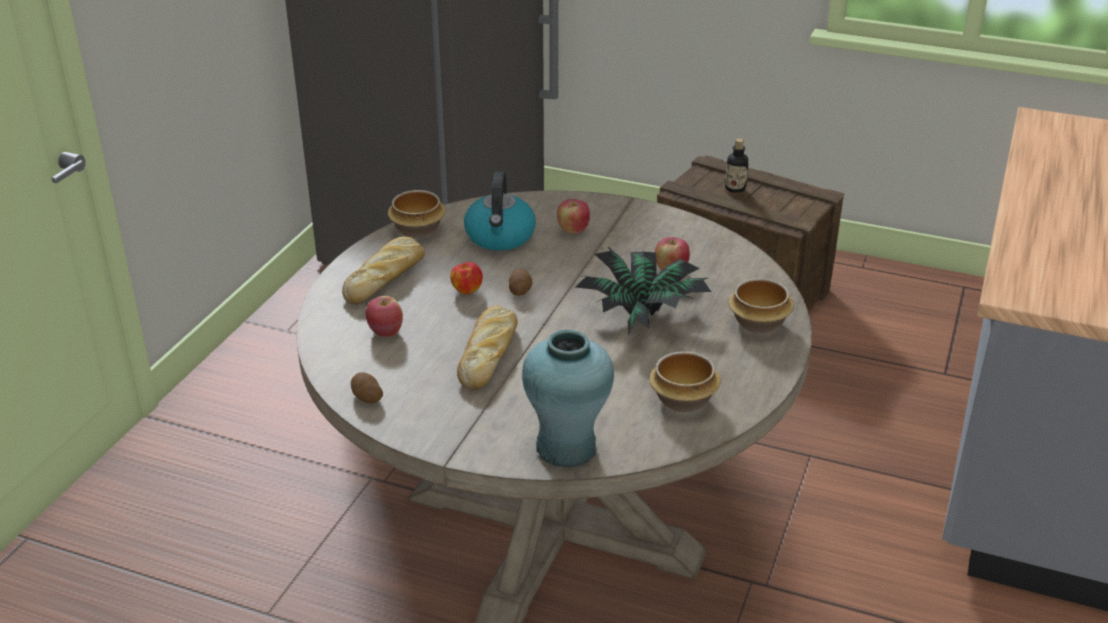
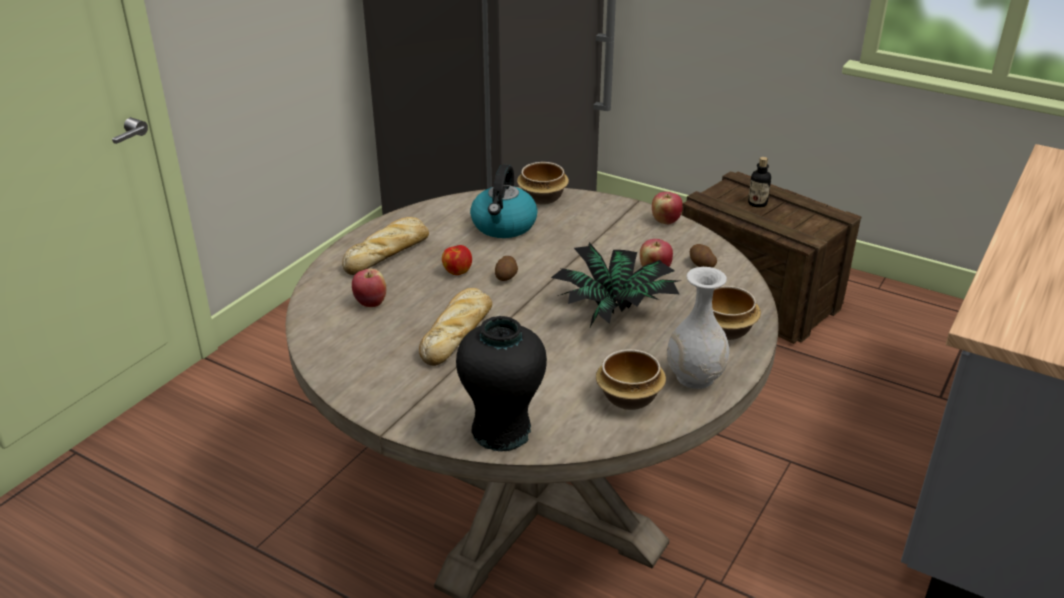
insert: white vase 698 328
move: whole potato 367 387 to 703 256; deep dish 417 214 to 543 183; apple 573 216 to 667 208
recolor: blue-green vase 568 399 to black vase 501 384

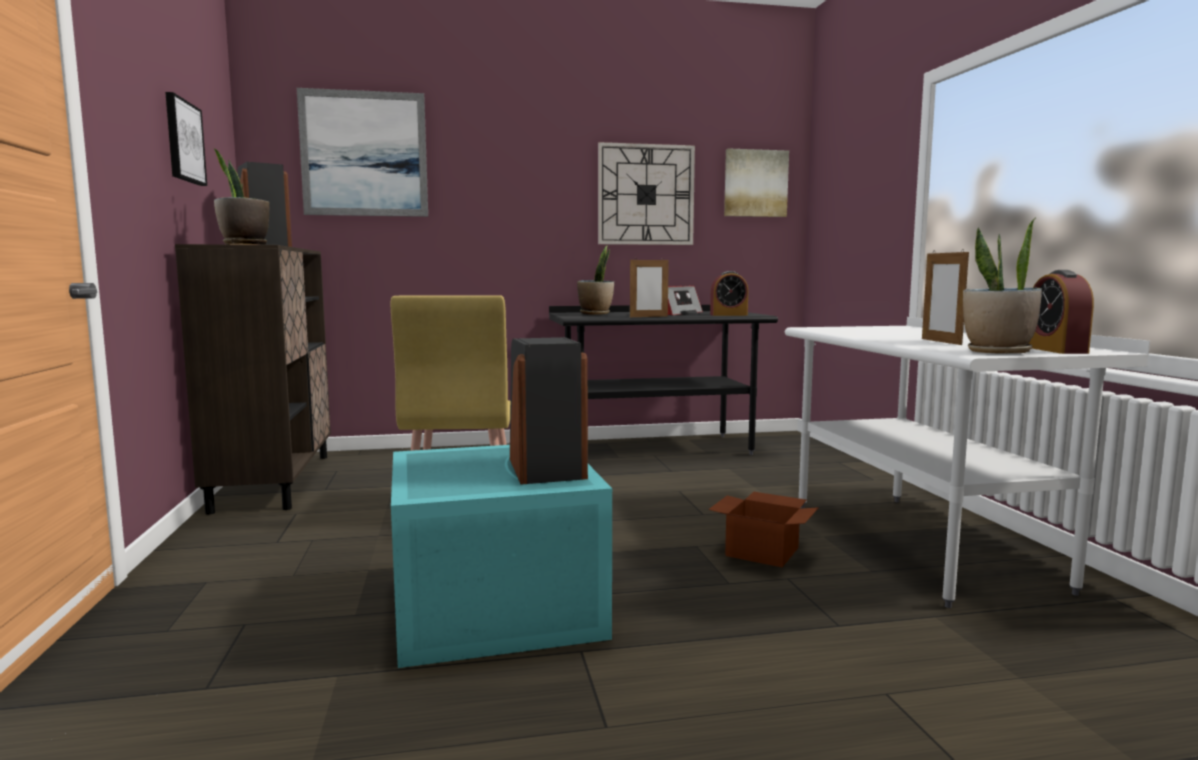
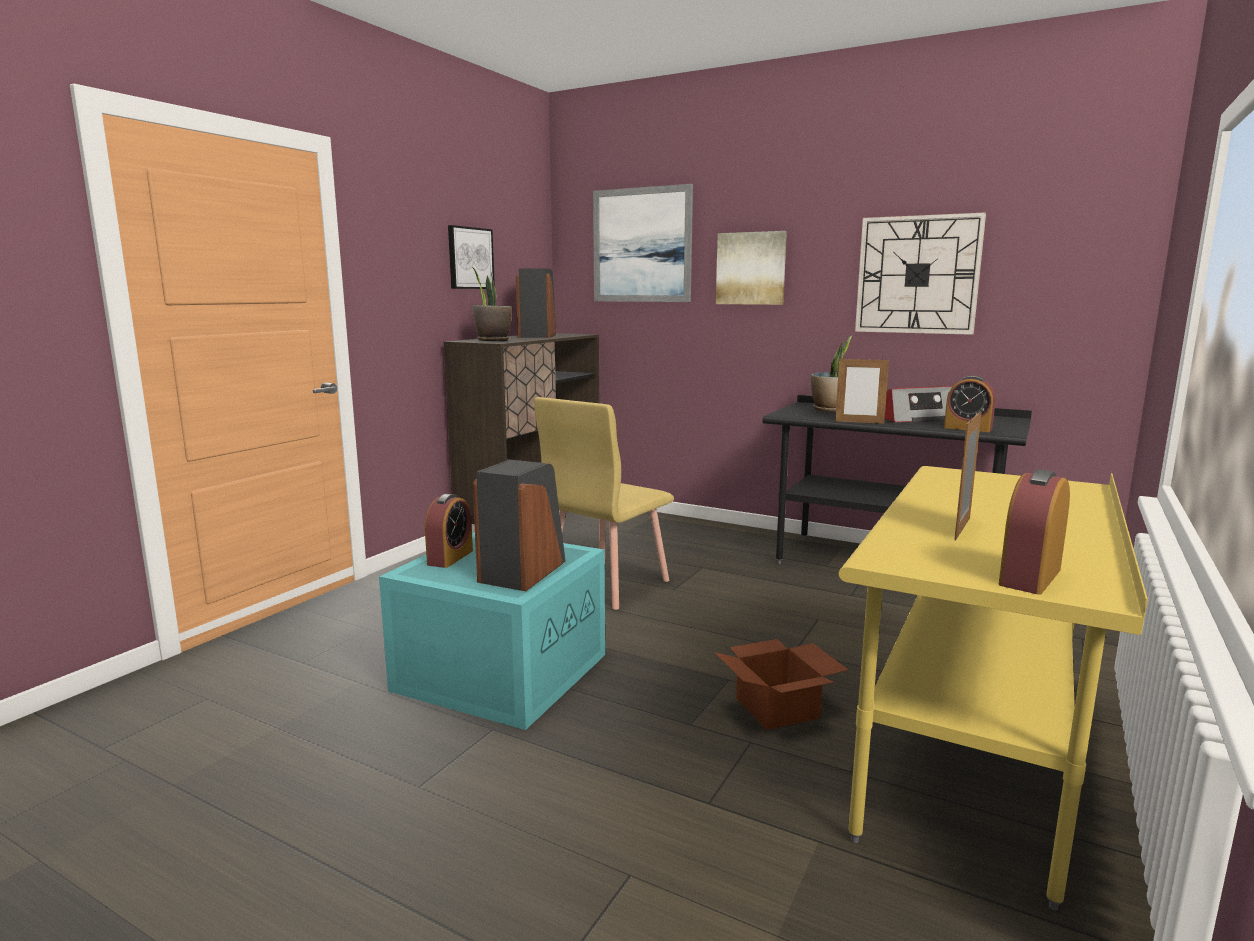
delete: potted plant 1002 285
insert: bedside clock 449 531
move: wall art 756 183 to 751 268
recolor: white desk unit 967 462 to yellowish desk unit 993 688

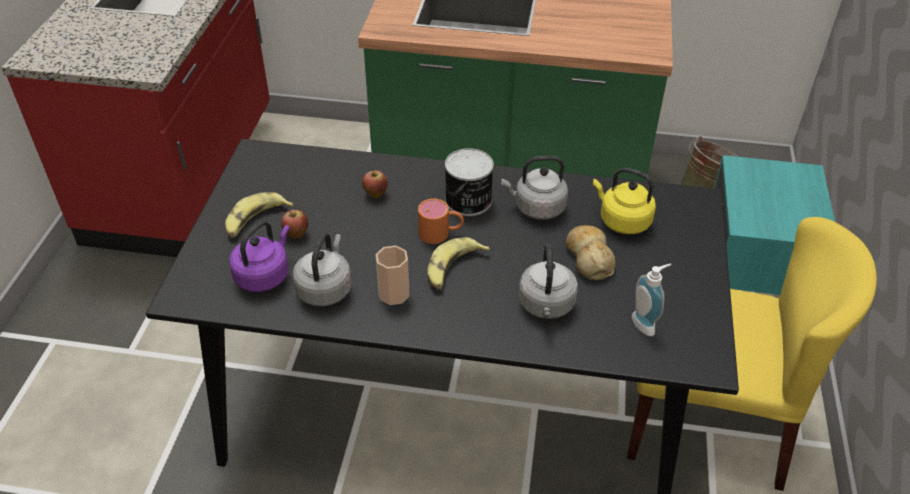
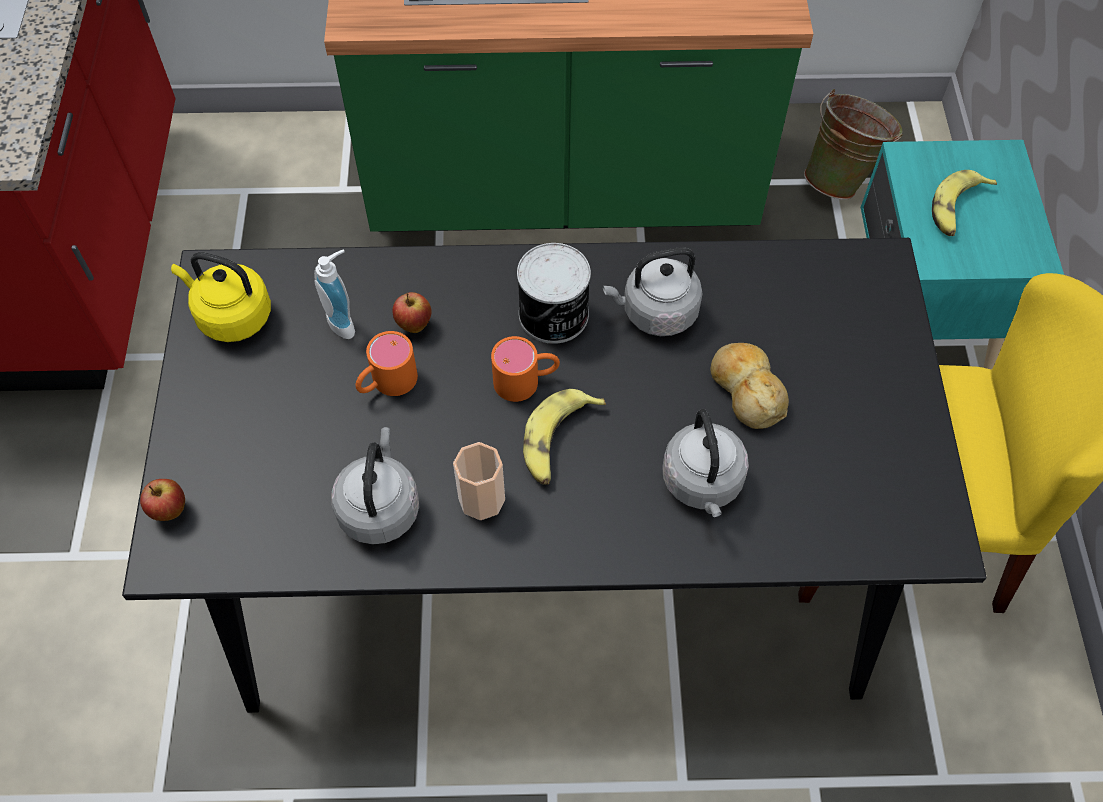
delete: purple kettle 259 256
insert: orange-coloured tea mug 387 363
move: banana 259 215 to 964 203; apple 294 223 to 162 500; yellowish kettle 624 201 to 221 297; liquid soap bottle 651 300 to 334 294

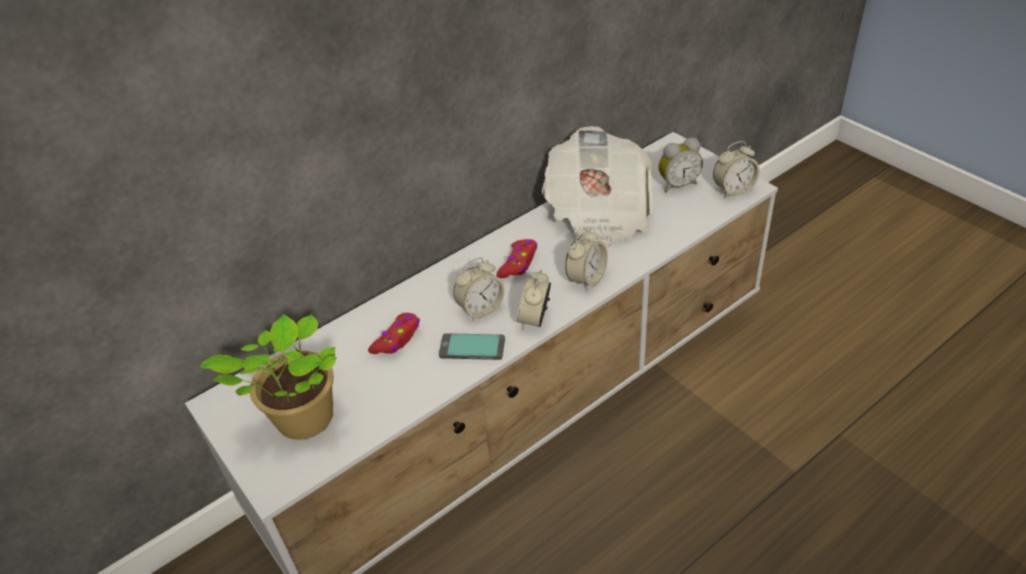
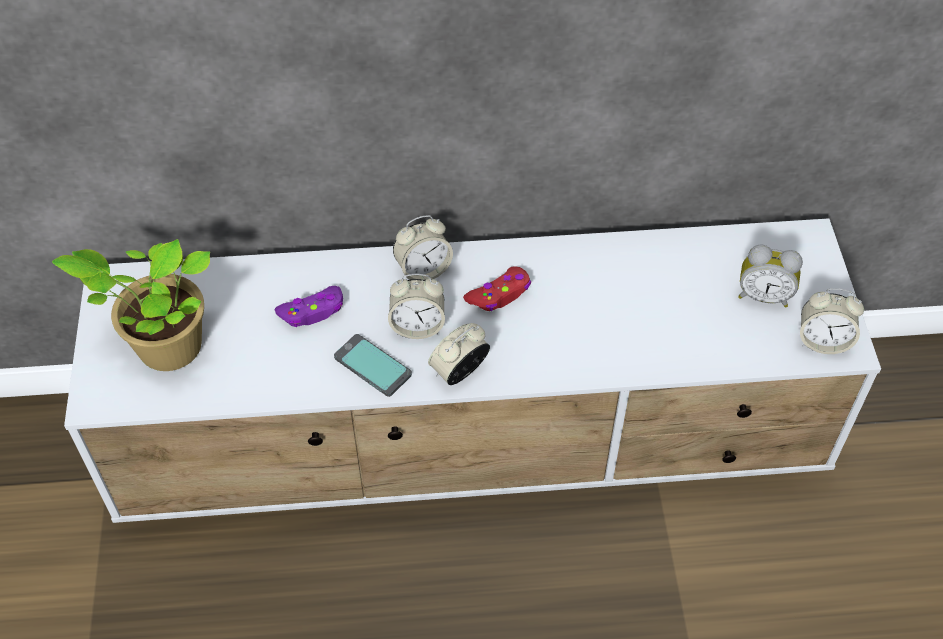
delete: daily paper 597 187
move: bedside clock 586 259 to 423 247
recolor: red-coloured gamepad 394 333 to purple gamepad 309 306

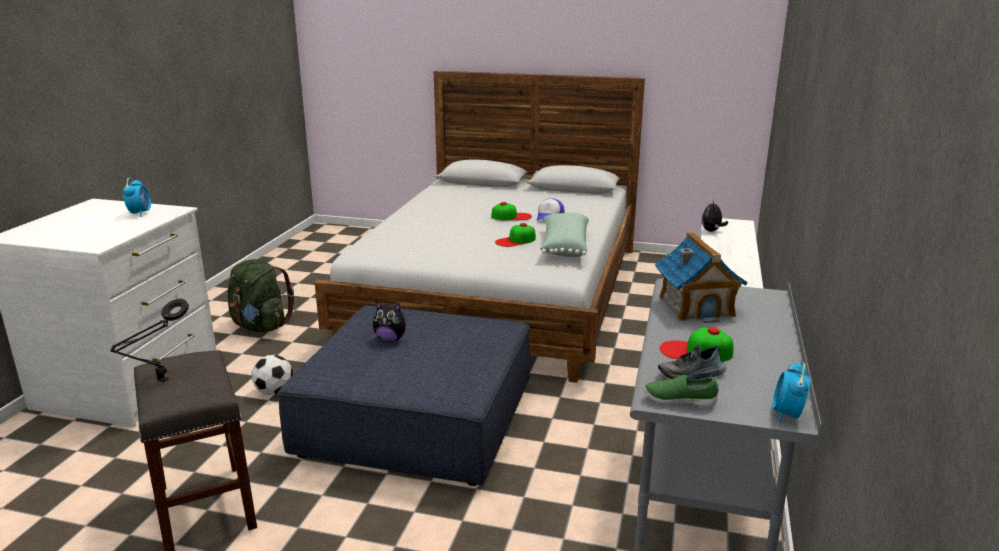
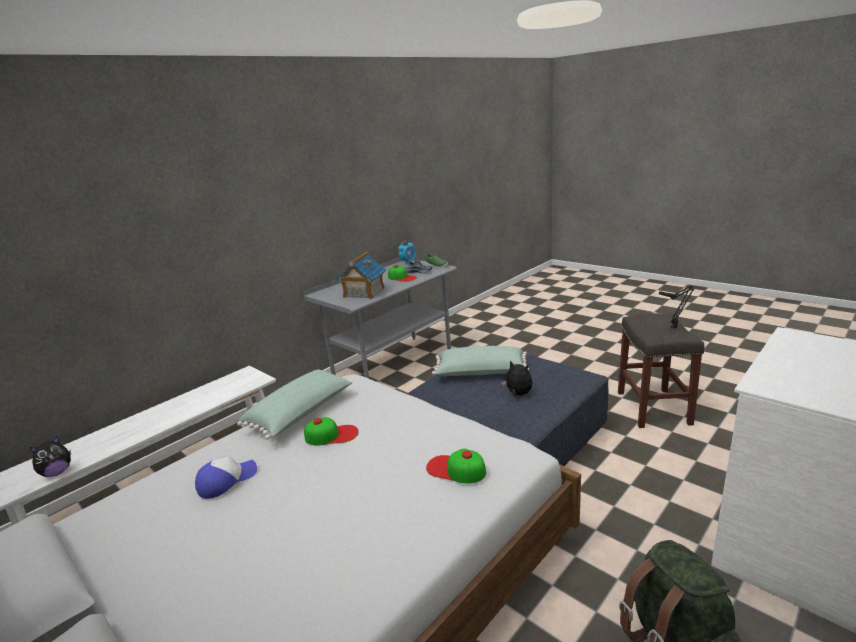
delete: bedside clock 137 197; football ball 272 375
insert: green-coloured cushion 480 361
move: peaked cap 512 211 to 456 466

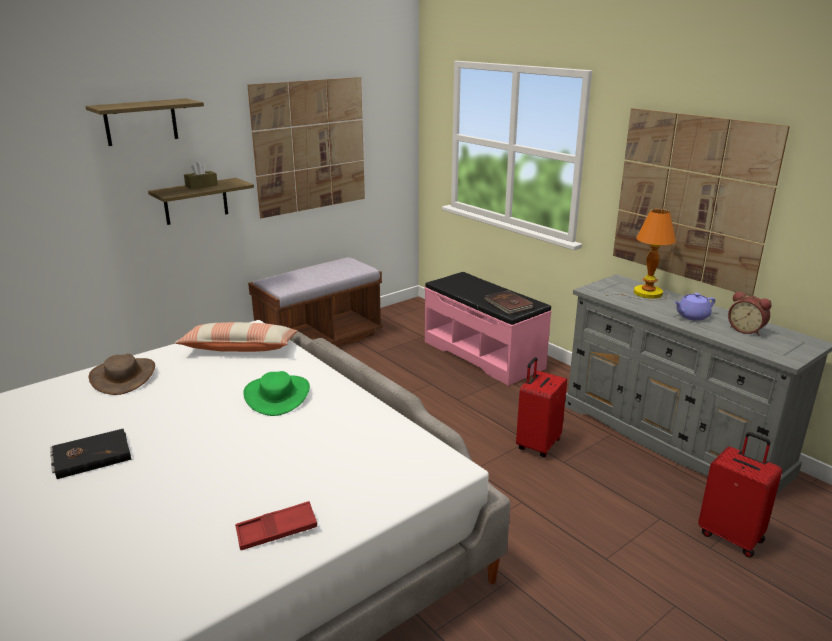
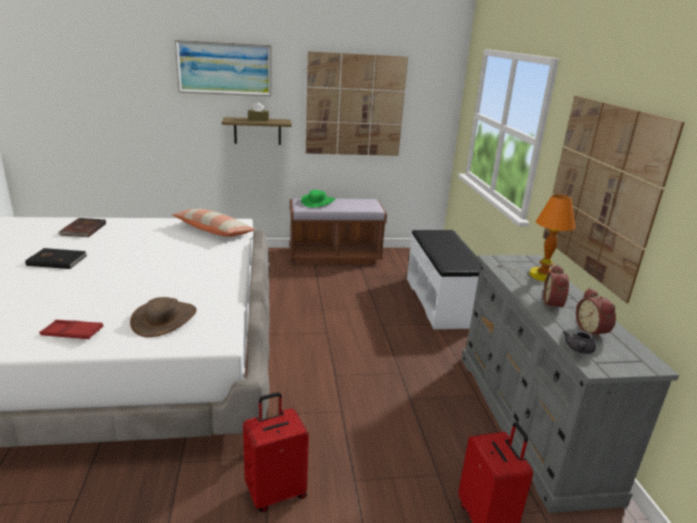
insert: gray teapot 579 342
move: brownish hat 122 374 to 163 317; green-coloured hat 276 393 to 318 199; brownish volume 509 302 to 82 227; red-coloured piece of luggage 541 407 to 276 452
replace: shelf 144 122 to wall art 223 68; purple teapot 694 307 to bedside clock 556 287
recolor: pink bench 488 329 to white bench 444 279

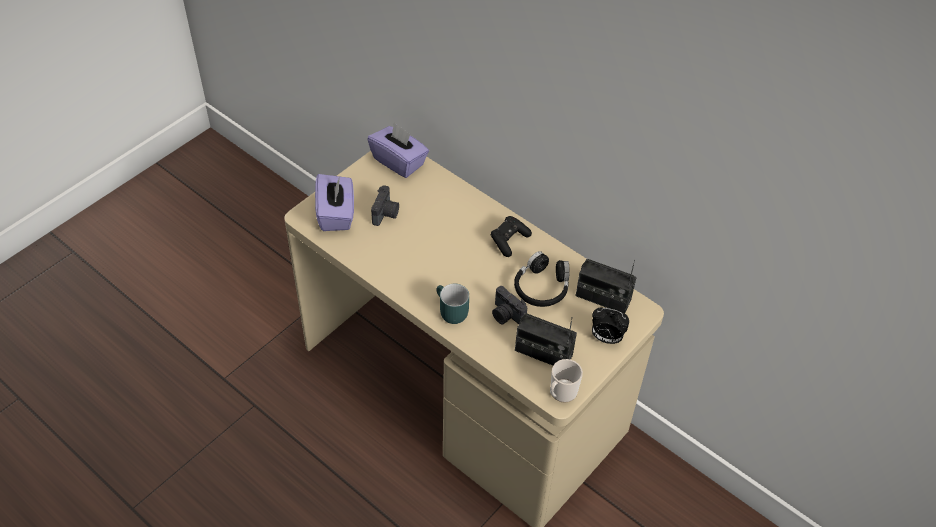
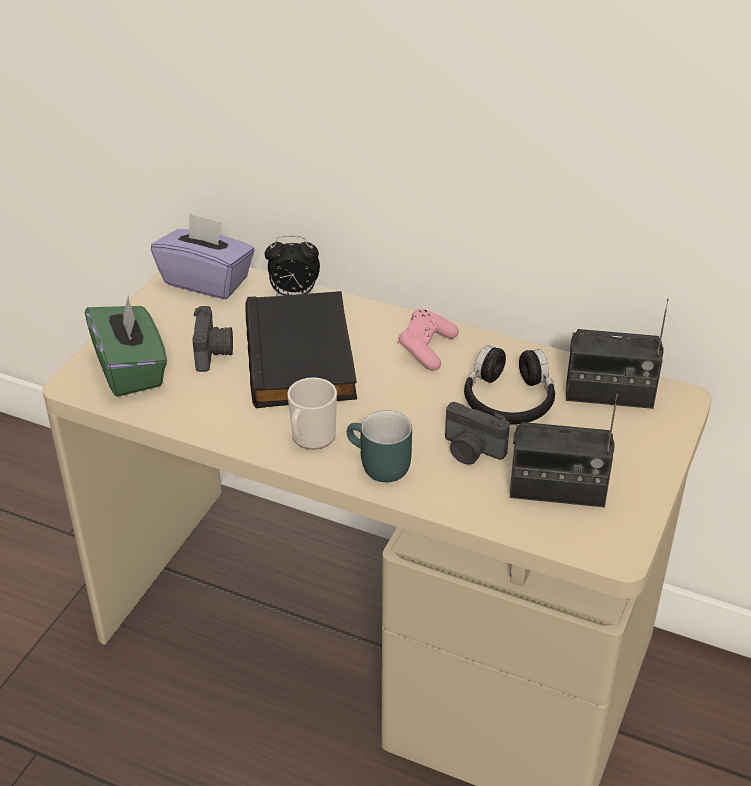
insert: black volume 301 349
move: tea mug 566 381 to 312 413; bedside clock 610 325 to 292 266
recolor: purple box of tissues 334 202 to green-coloured box of tissues 126 346; black gamepad 511 236 to pink gamepad 428 340

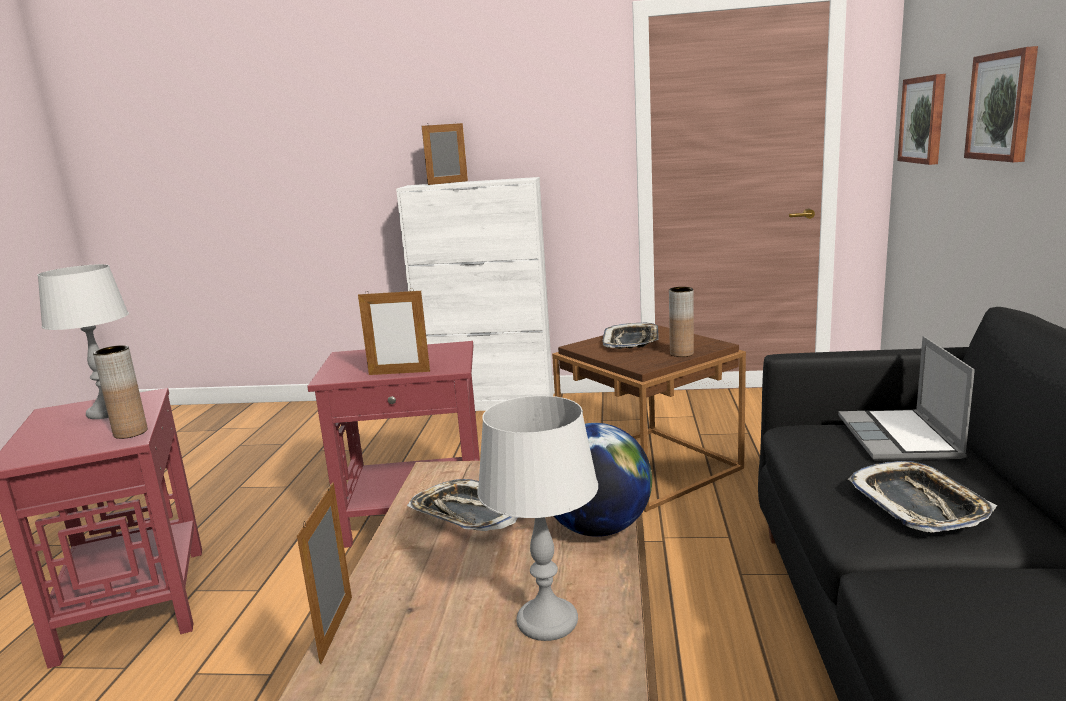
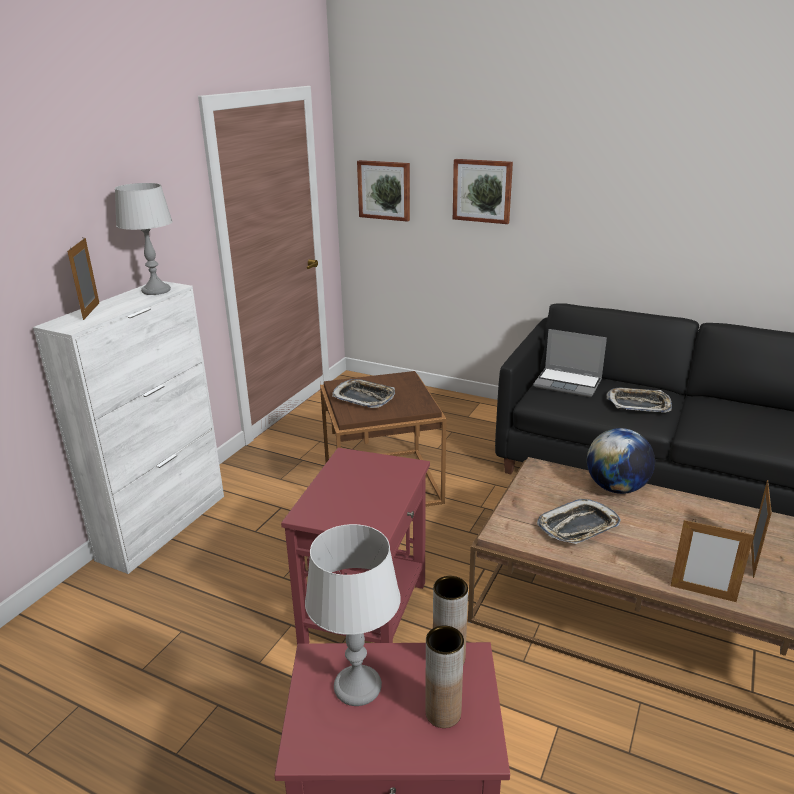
move: photo frame 394 331 to 761 529; gray tabletop lamp 538 518 to 144 239; brownish vase 681 322 to 444 676

